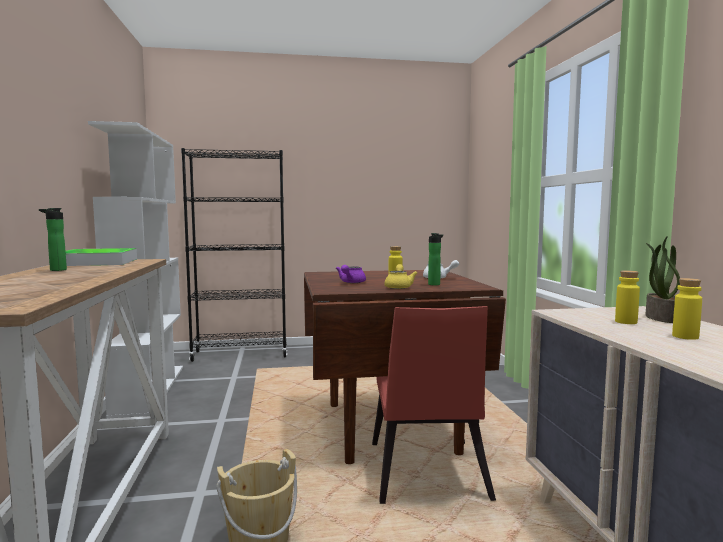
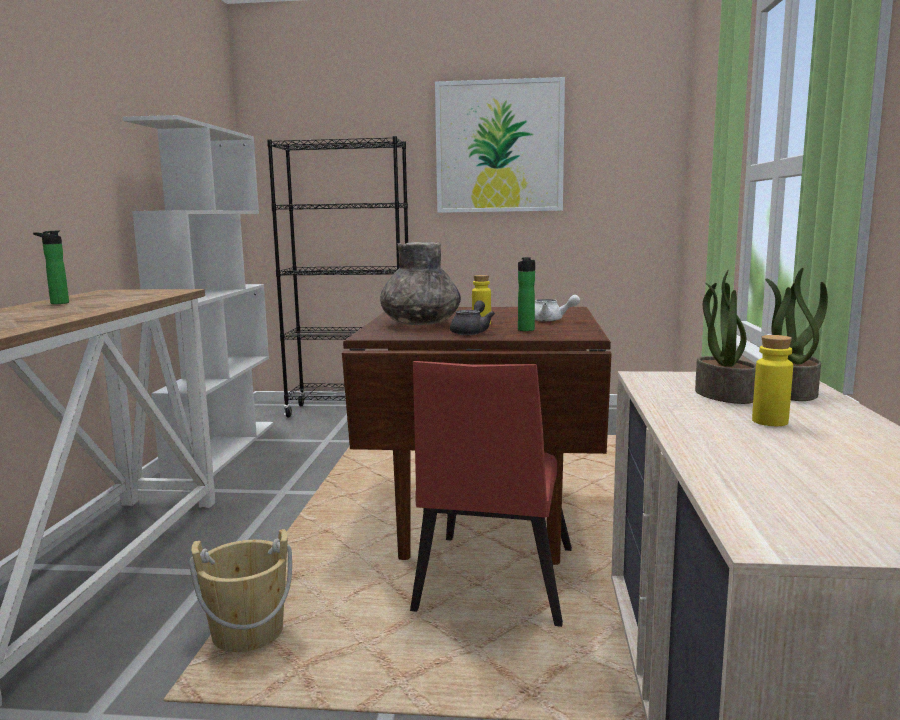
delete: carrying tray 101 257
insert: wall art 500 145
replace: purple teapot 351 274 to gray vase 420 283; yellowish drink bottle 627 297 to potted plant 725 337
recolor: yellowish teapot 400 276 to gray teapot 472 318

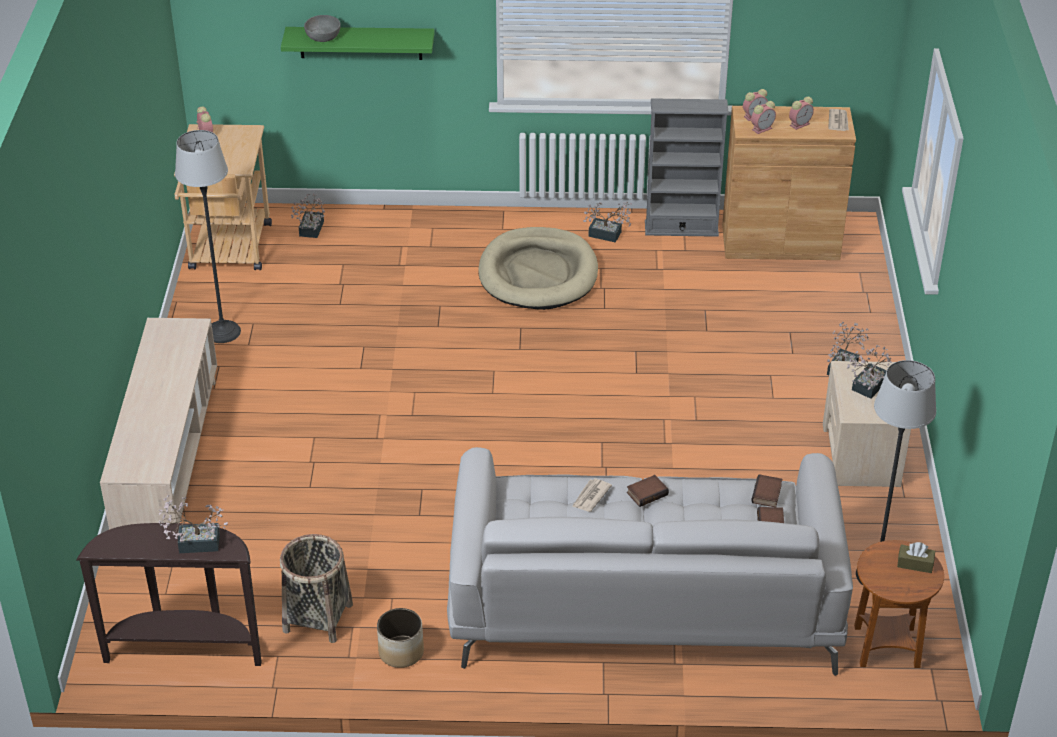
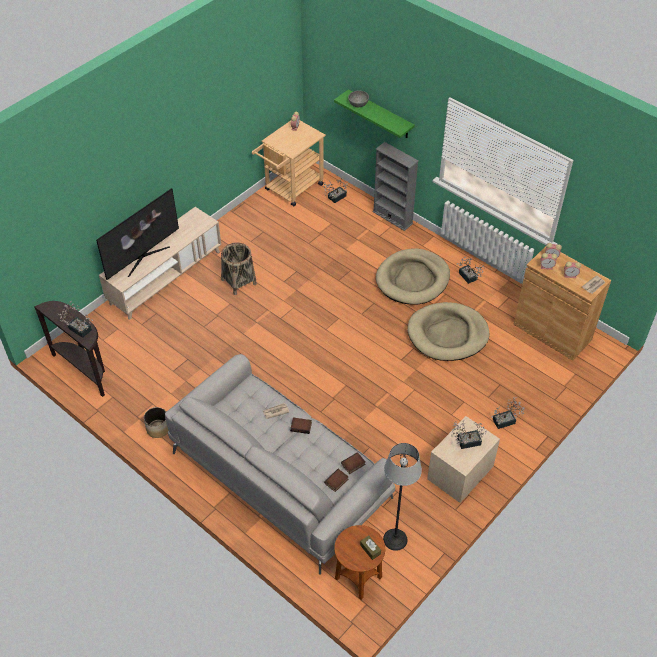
delete: floor lamp 208 236
insert: TV 137 234; beige-coloured pet bed 448 331
move: basket 316 588 to 239 268; gray bookcase 687 167 to 395 186

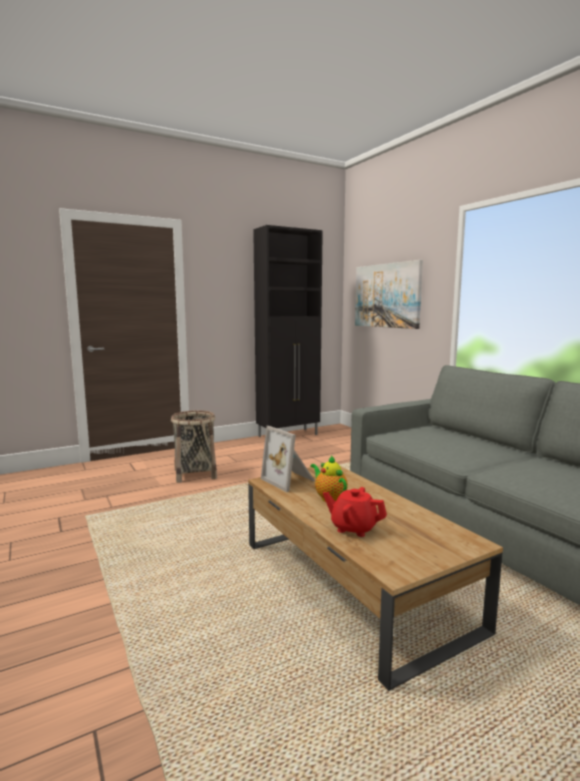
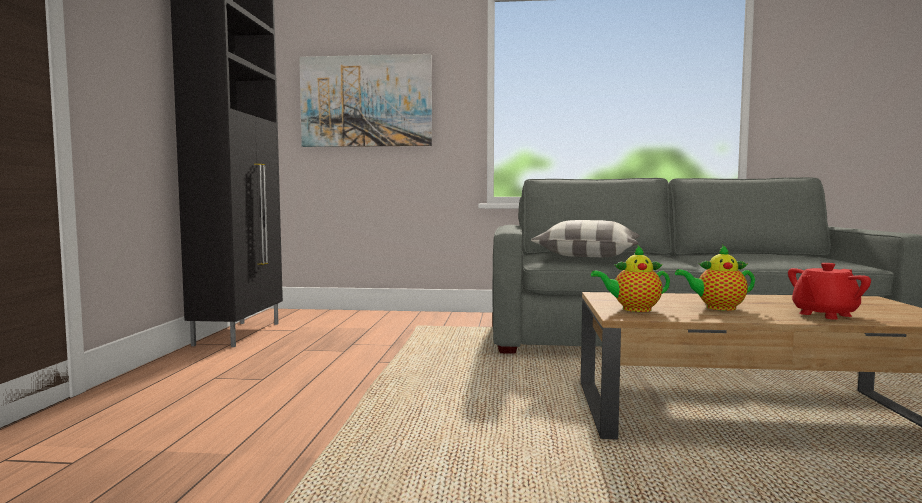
delete: basket 194 447
insert: cushion 585 238
replace: photo frame 288 459 to teapot 630 278

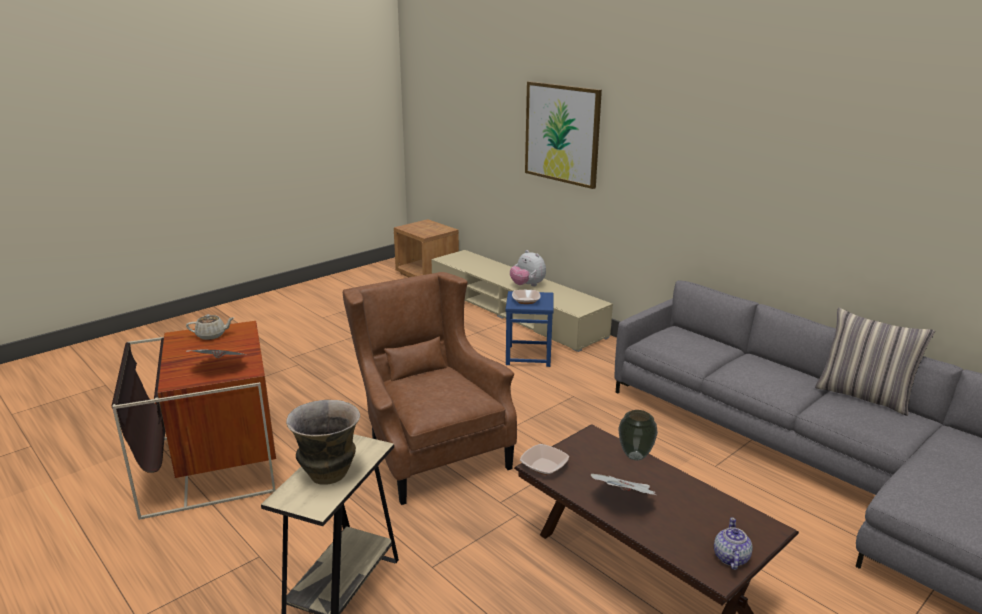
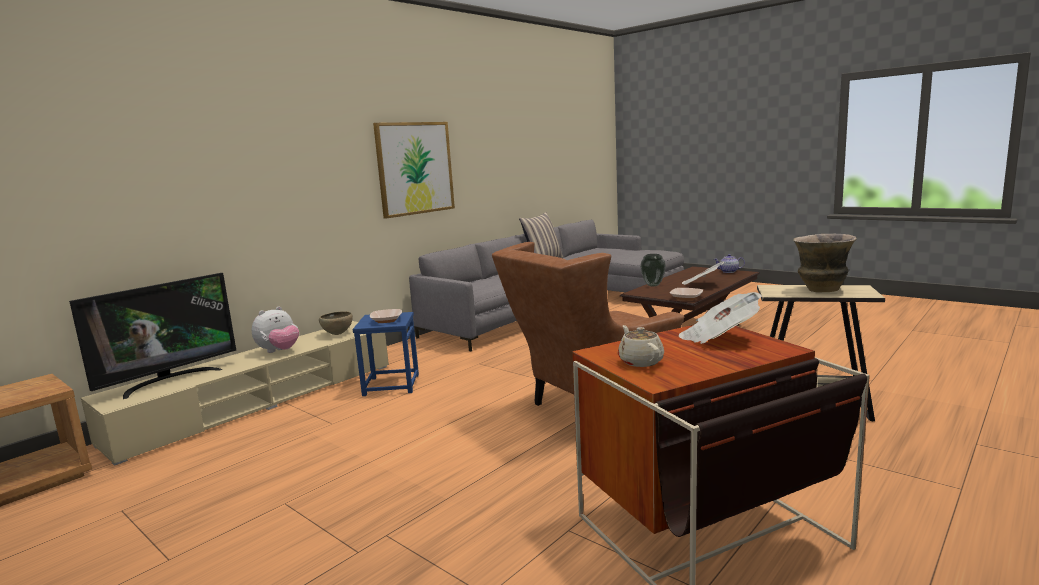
insert: TV 152 336; brownish deep dish 336 323
move: wall art 563 135 to 414 170

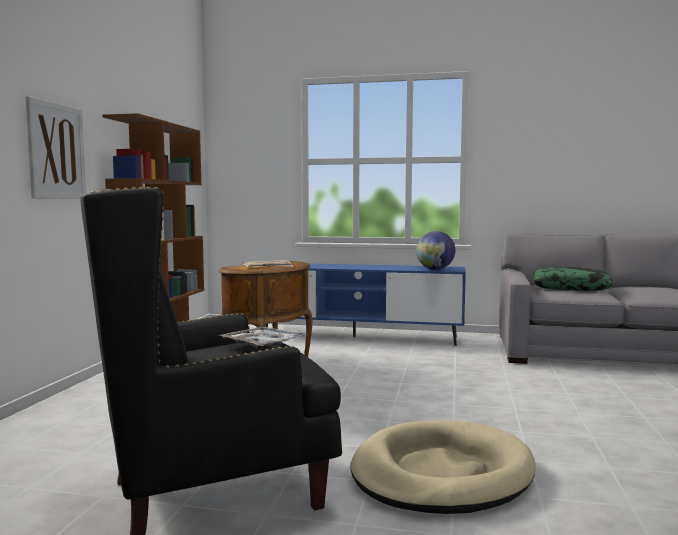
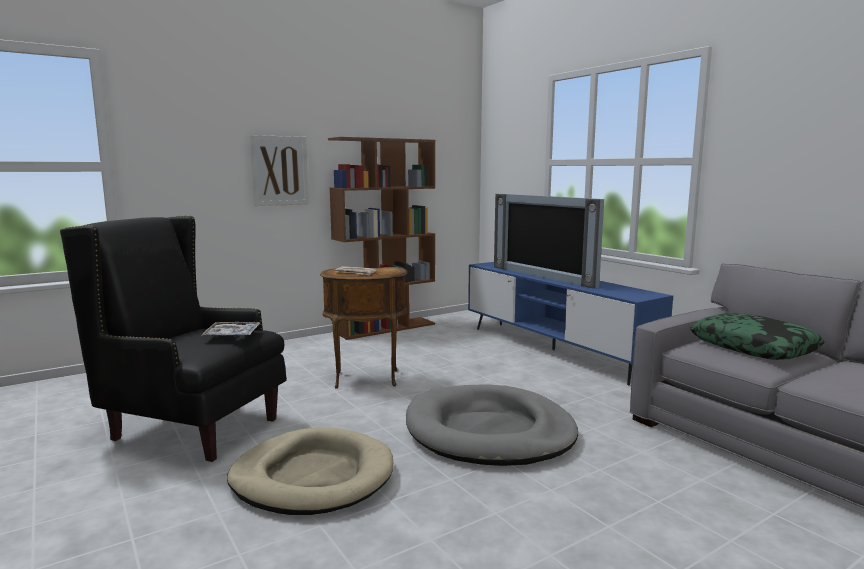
delete: world globe 435 250
insert: gray pet bed 492 425; TV 549 241

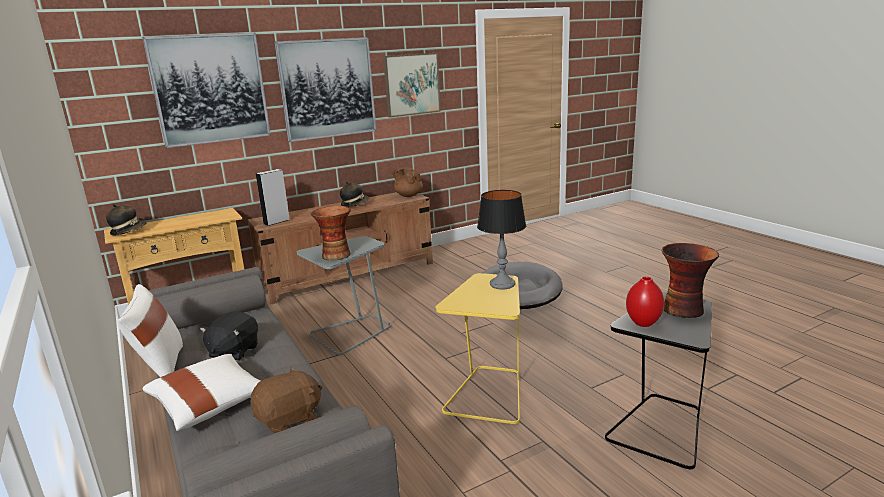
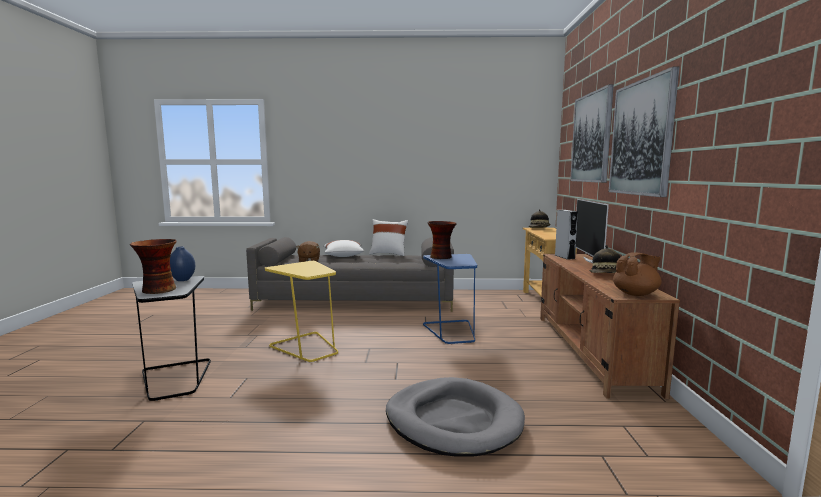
delete: black cuddly toy 229 336; wall art 412 85; tabletop lamp 501 239
insert: TV 592 231
recolor: gray end table 344 295 to bluish end table 450 299; red-coloured vase 645 302 to bluish vase 182 264

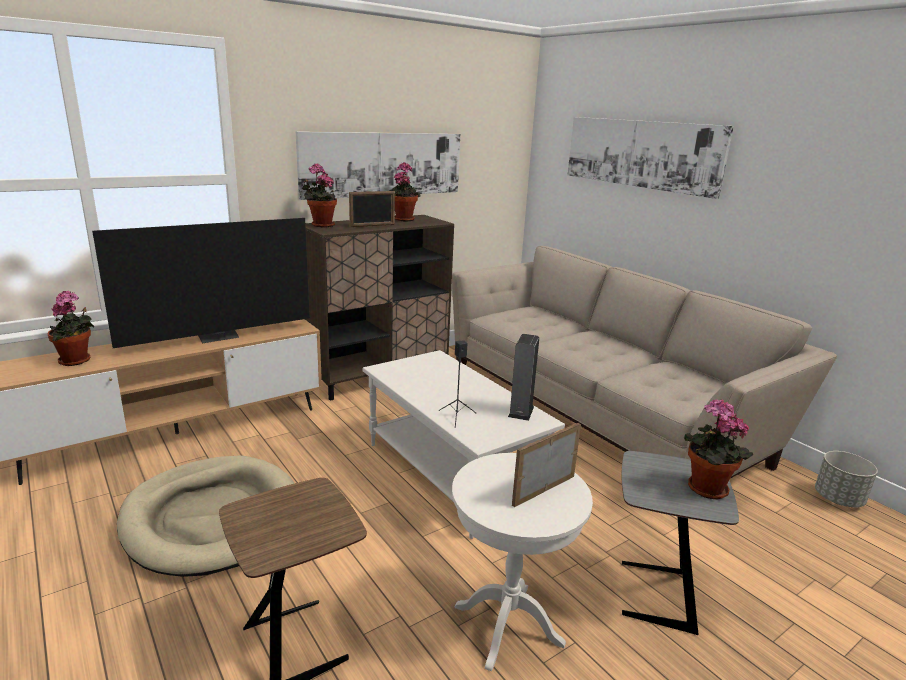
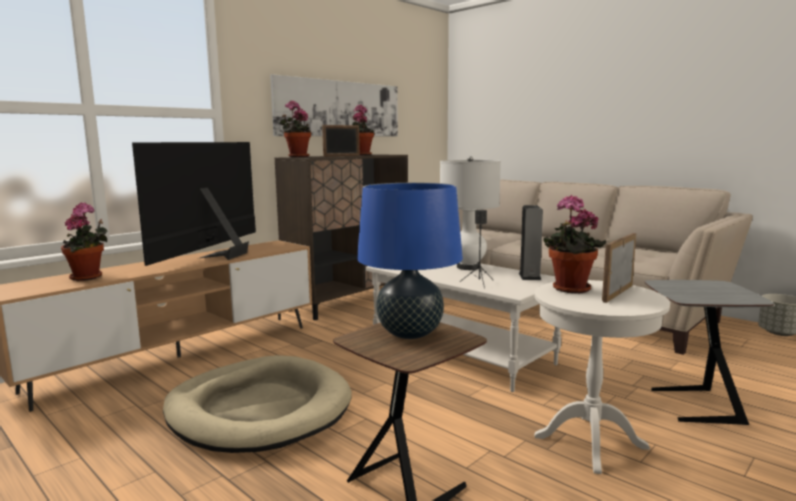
delete: wall art 651 158
insert: bluish tabletop lamp 410 261; white tabletop lamp 470 213
move: potted plant 718 449 to 574 244
rotate: TV 201 283 = 194 204 150 degrees clockwise

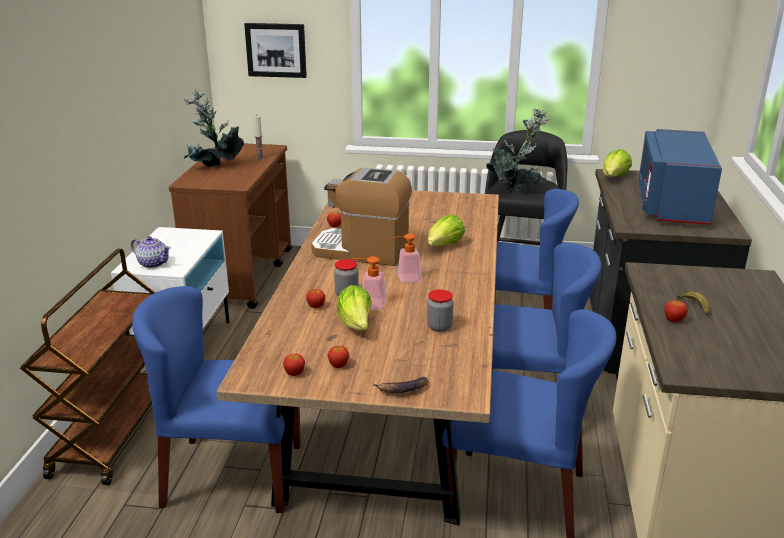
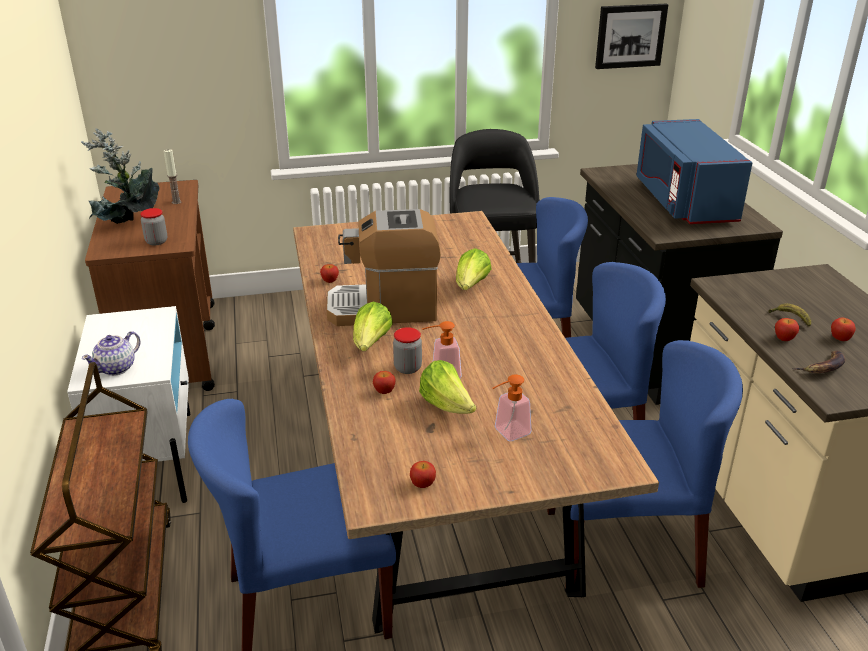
delete: potted plant 517 151
move: wall art 275 50 to 631 36; apple 338 357 to 843 329; banana 400 385 to 818 362; liquid soap bottle 405 258 to 511 407; storage jar 440 310 to 153 226; head of lettuce 617 163 to 373 326
rotate: teapot 151 252 = 111 353 120 degrees clockwise

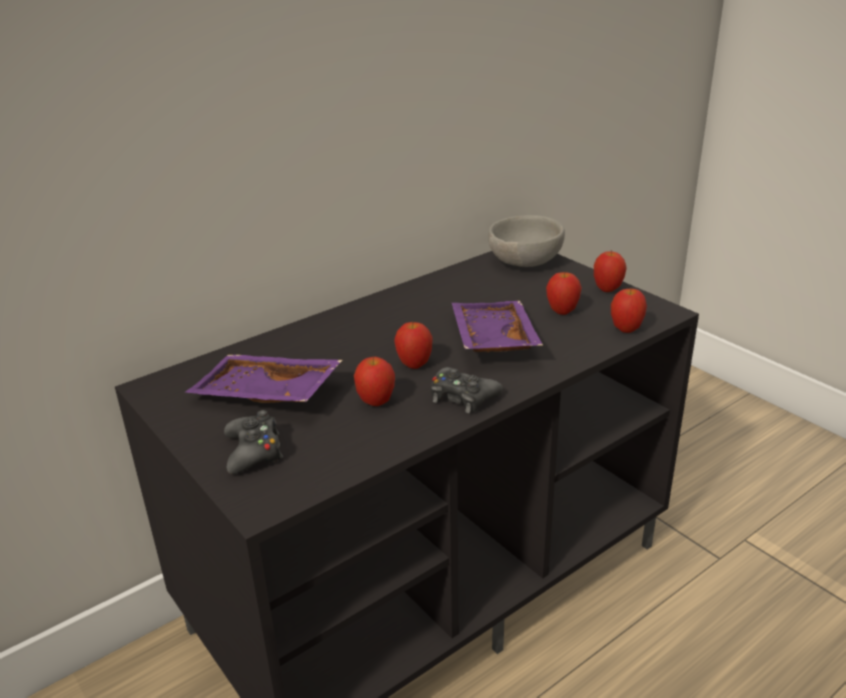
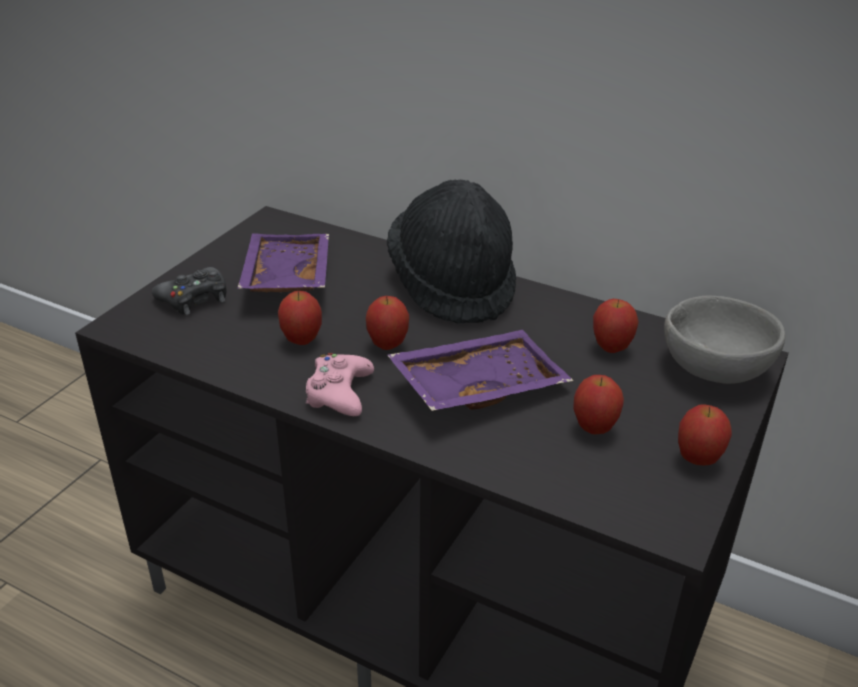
insert: black hat 451 251
move: apple 629 310 to 616 326
recolor: black gamepad 467 390 to pink gamepad 339 384

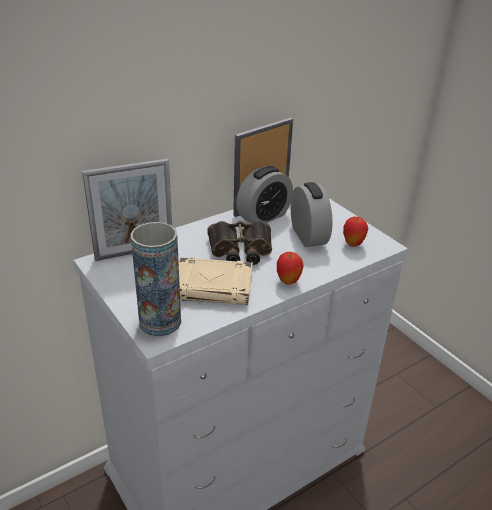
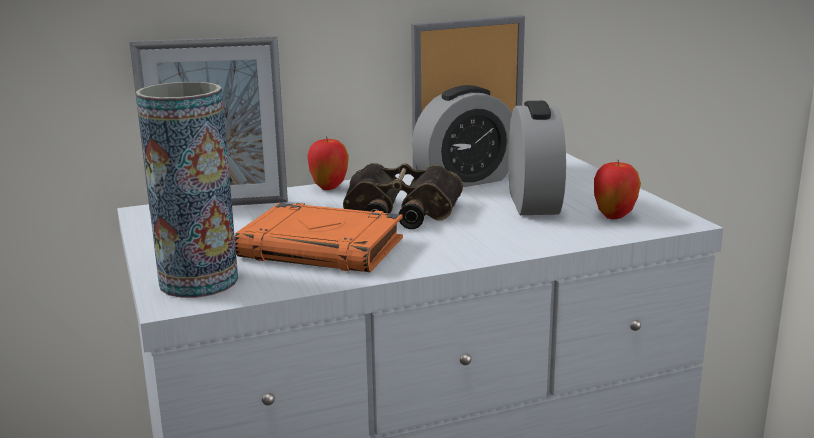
move: apple 290 268 to 328 163
recolor: beige-coloured volume 215 281 to orange-coloured volume 319 237

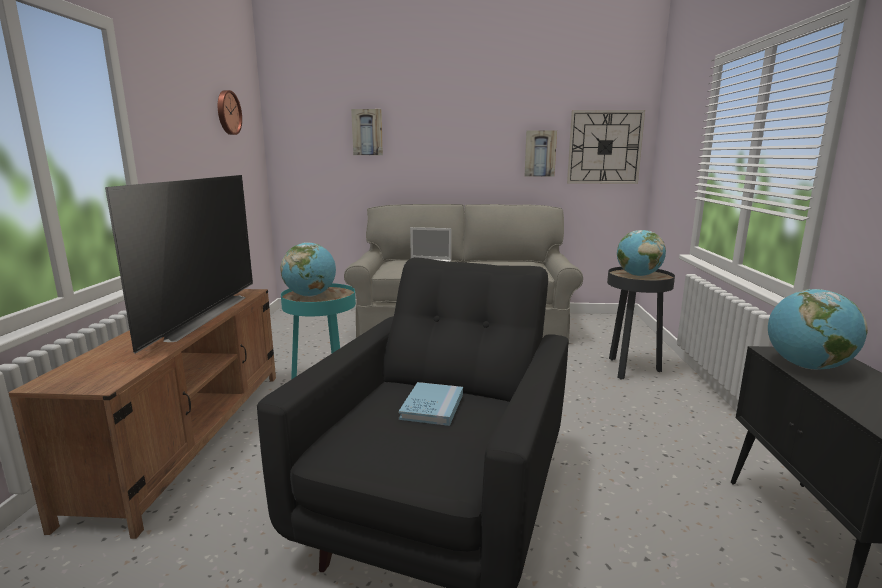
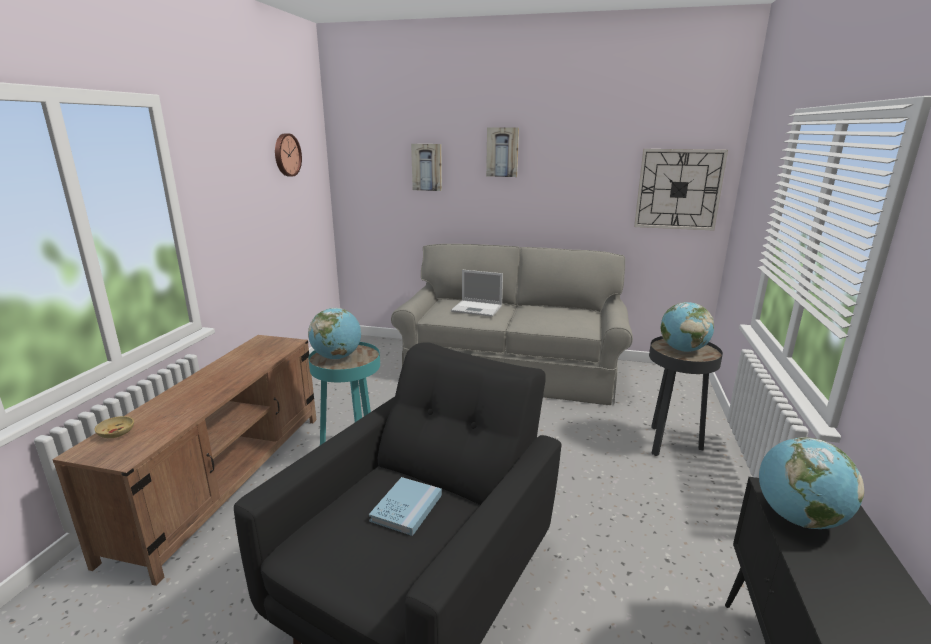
delete: TV 179 264
insert: beige-coloured deep dish 114 427
move: wall art 541 153 to 502 152

